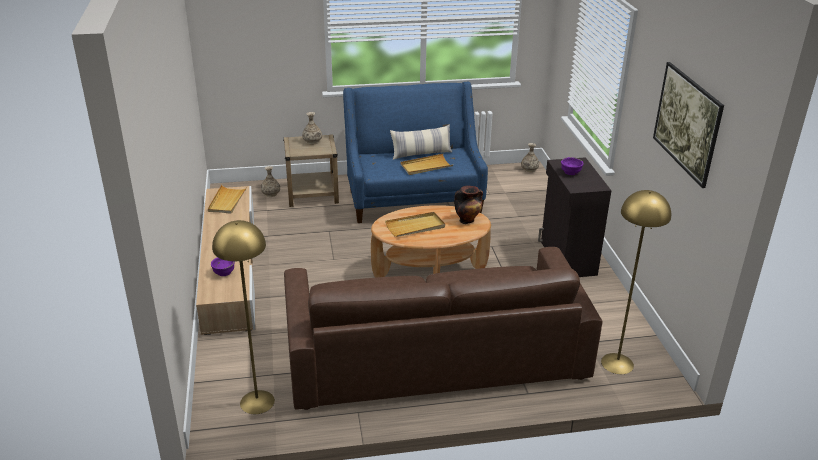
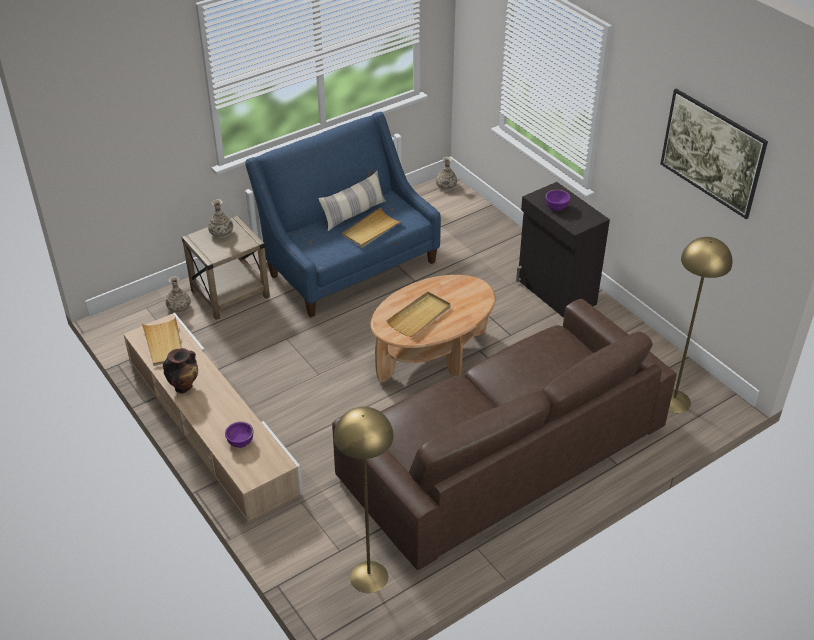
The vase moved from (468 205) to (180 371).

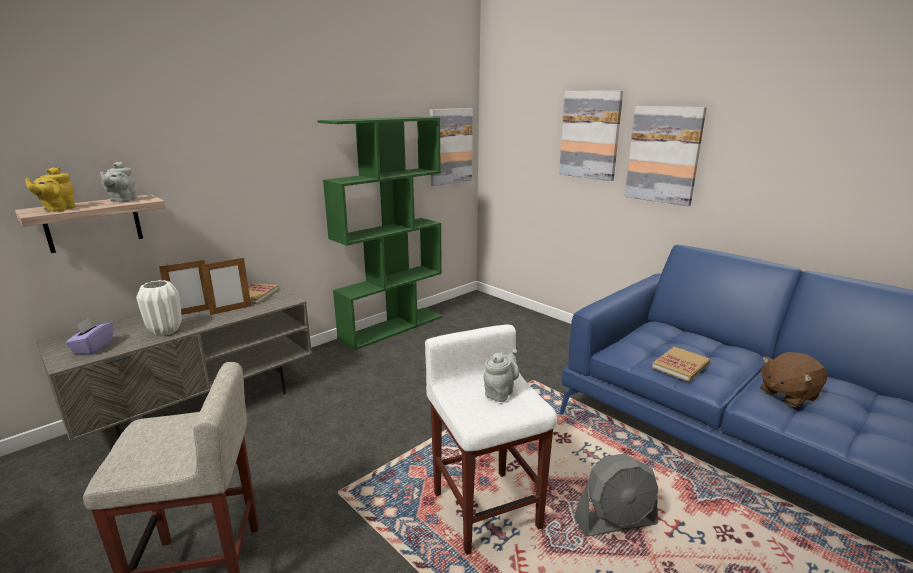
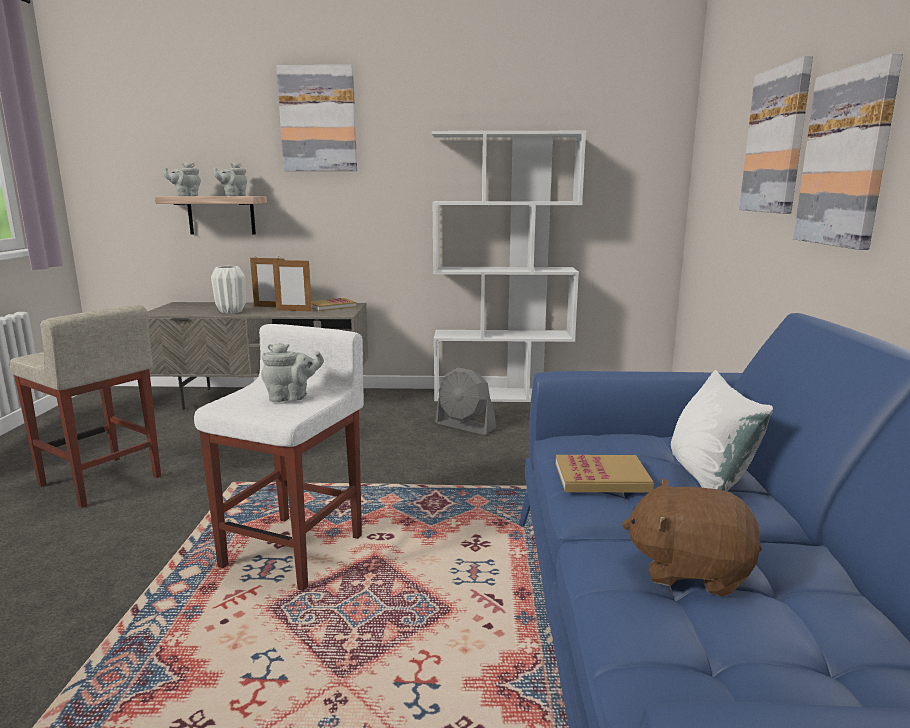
The yellow teapot at (50 189) became the grey teapot at (182 179).
The picture moved from (451 147) to (316 118).
The green bookcase at (379 233) became the white bookcase at (509 266).
The grey fan moved from (616 495) to (465 401).
The white pillow at (722 430) appeared.
The purple tissue box at (89 336) disappeared.

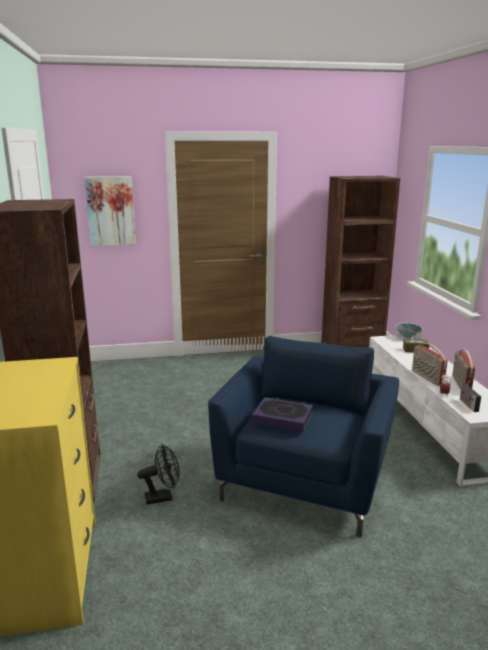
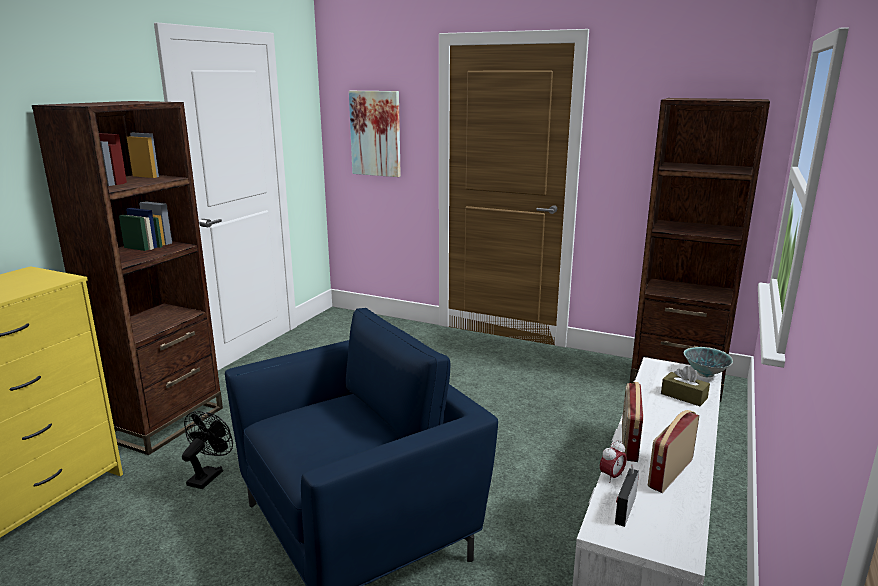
The black fan at (158 474) turned 90 degrees counterclockwise.
The book at (282 414) disappeared.

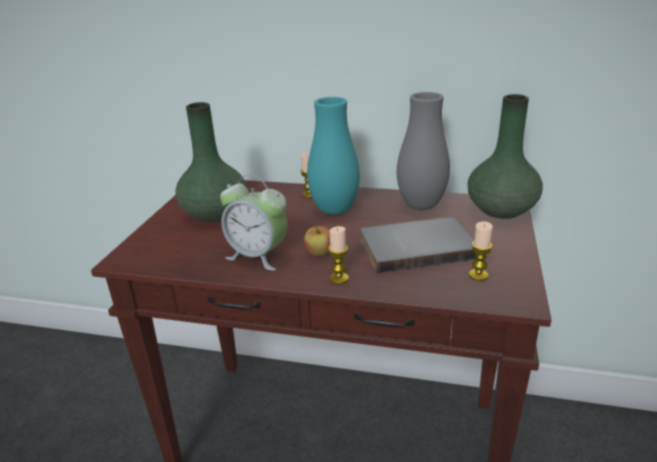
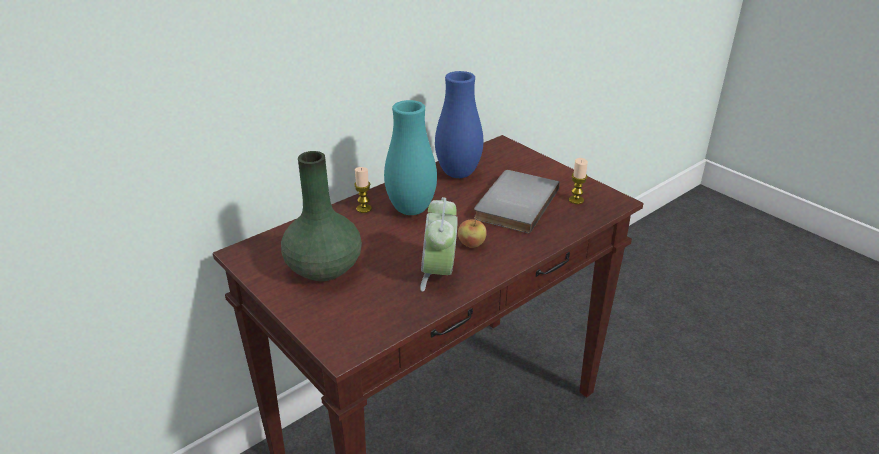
The alarm clock at (253 223) turned 120 degrees clockwise.
The grey vase at (423 151) became the blue vase at (459 124).
The candle at (338 255) disappeared.
The green vase at (505 156) disappeared.

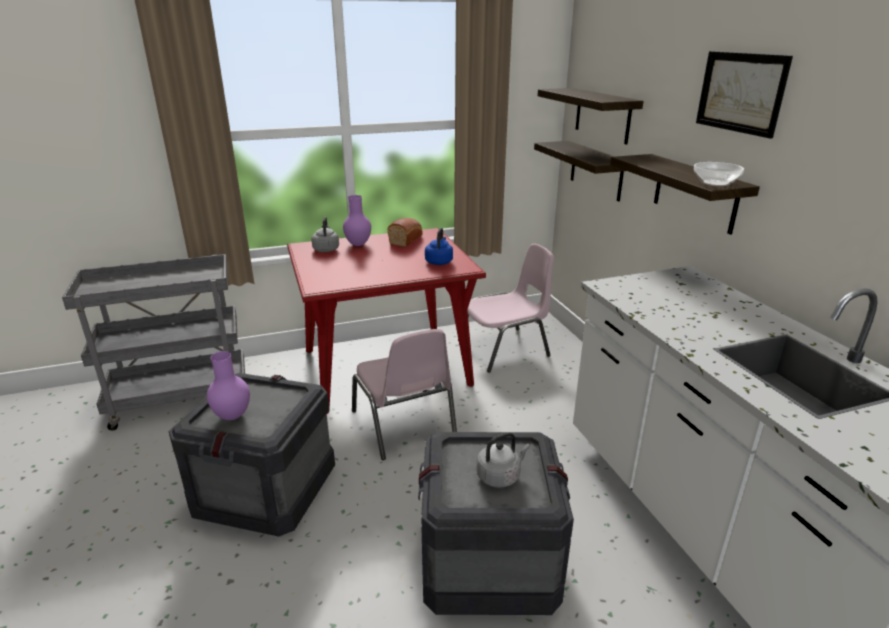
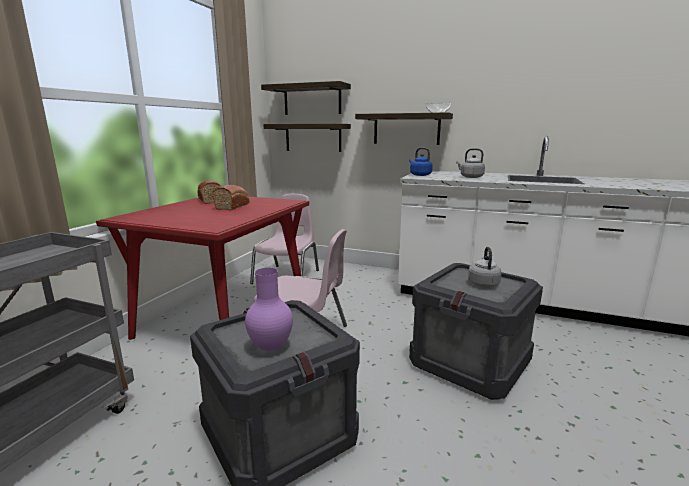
The bread at (231 197) appeared.
The blue kettle moved from (439 246) to (421 162).
The grey kettle moved from (325 234) to (470 163).
The purple vase at (357 220) disappeared.
The picture at (744 95) disappeared.

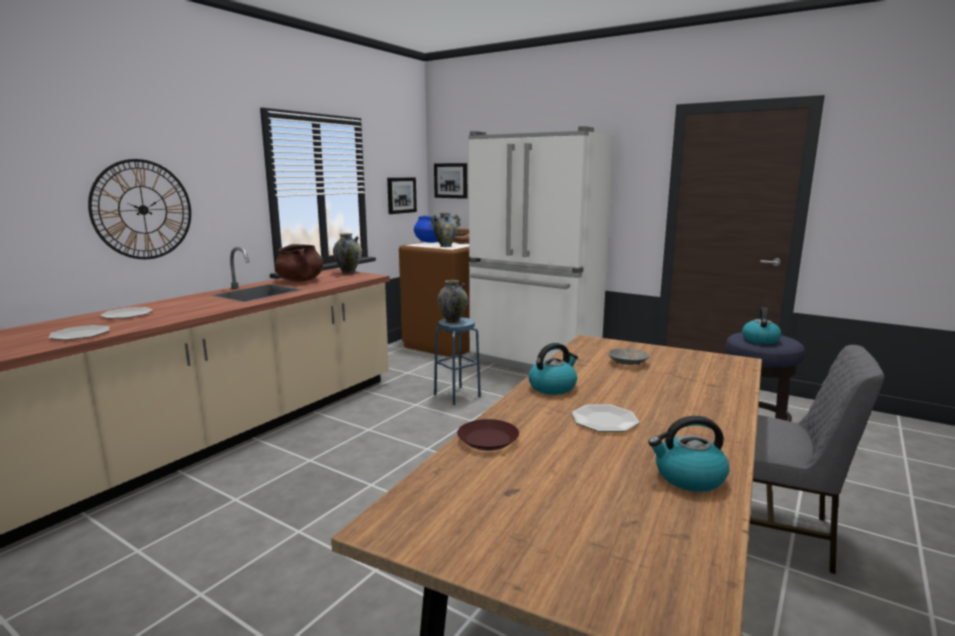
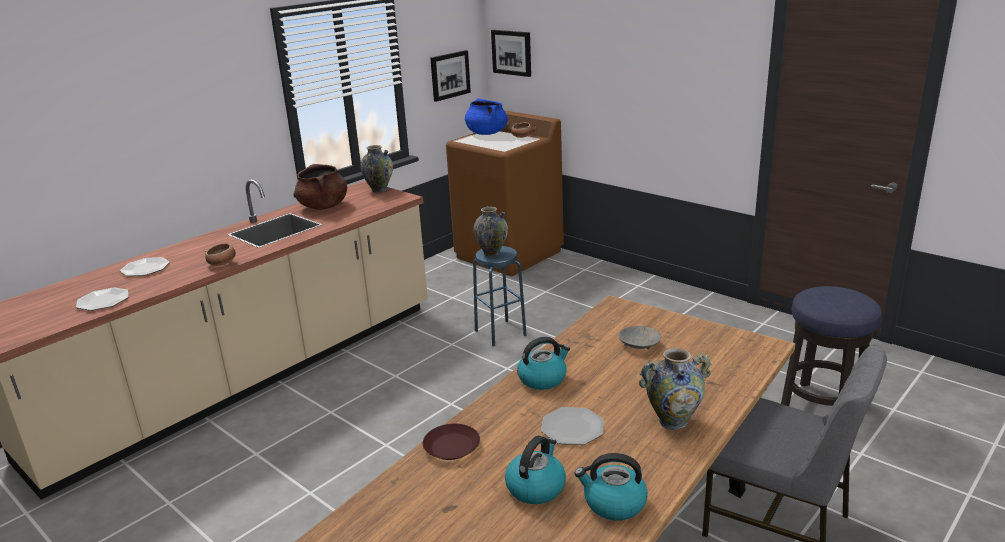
The bowl at (220 254) appeared.
The kettle moved from (761 325) to (535 470).
The vase moved from (445 229) to (675 389).
The wall clock at (139 209) disappeared.
The white fridge at (541 248) disappeared.

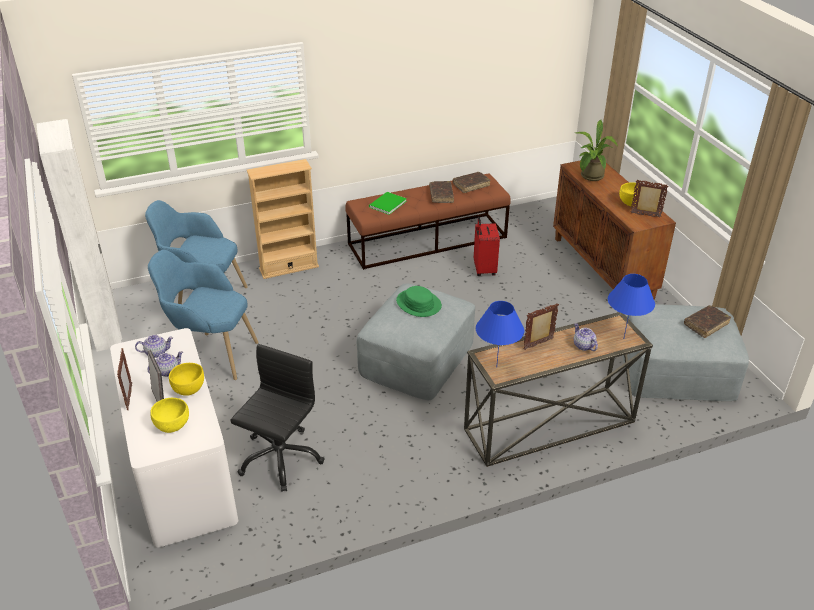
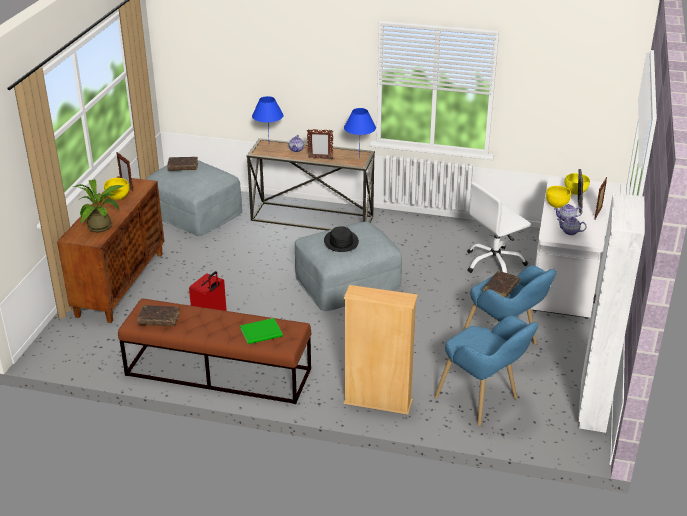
The green hat at (419 301) became the black hat at (341 239).
The black office chair at (277 418) became the white office chair at (499 227).
The brown book moved from (441 192) to (501 284).

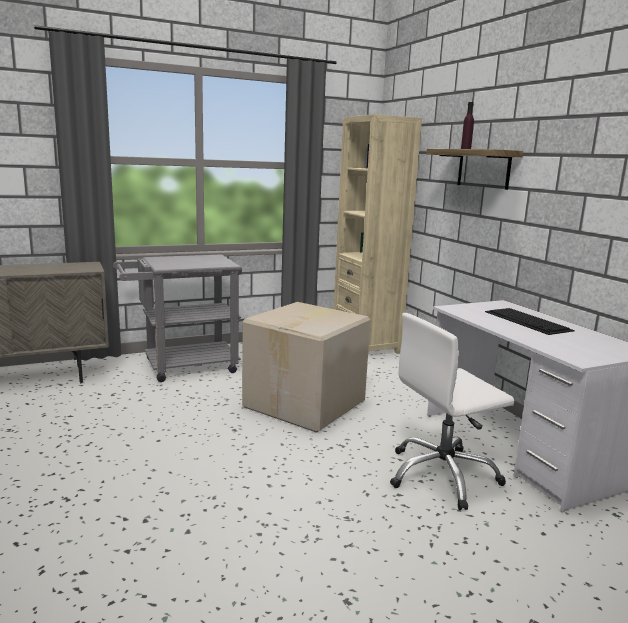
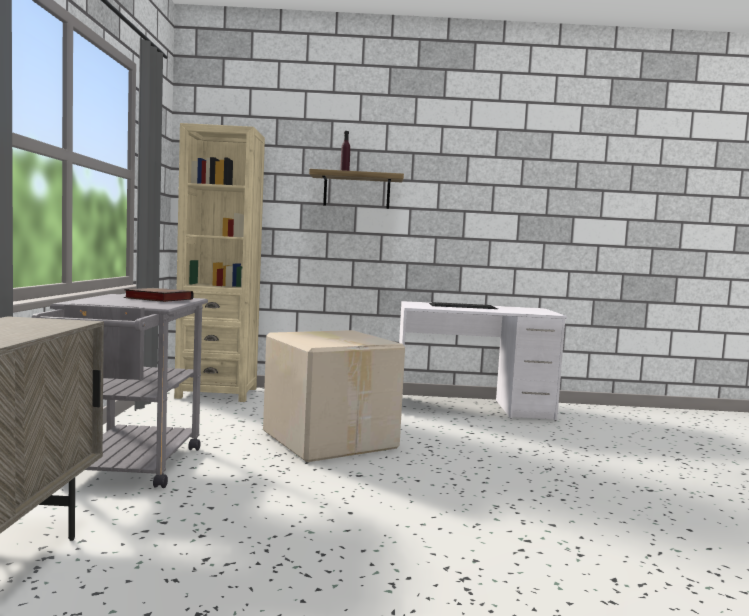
The book at (159 295) appeared.
The white office chair at (452 411) disappeared.

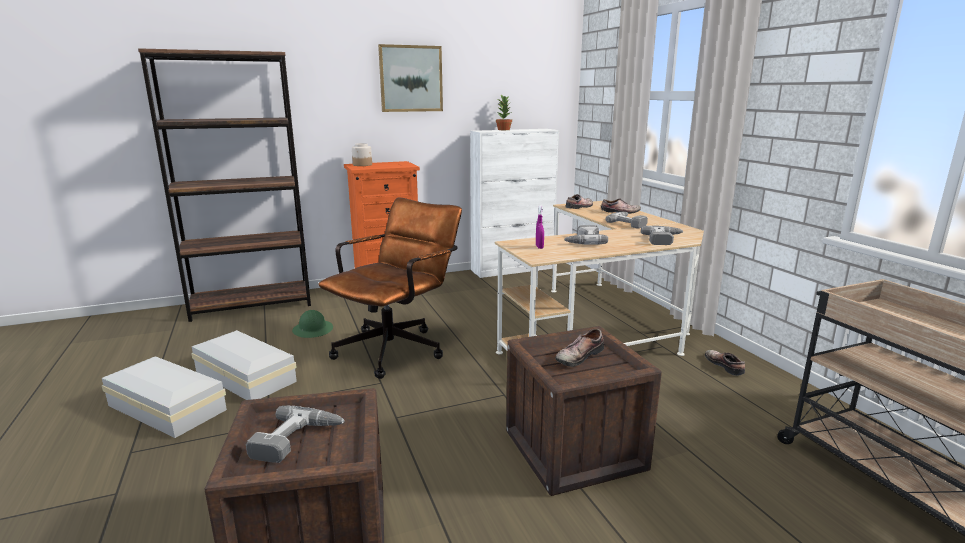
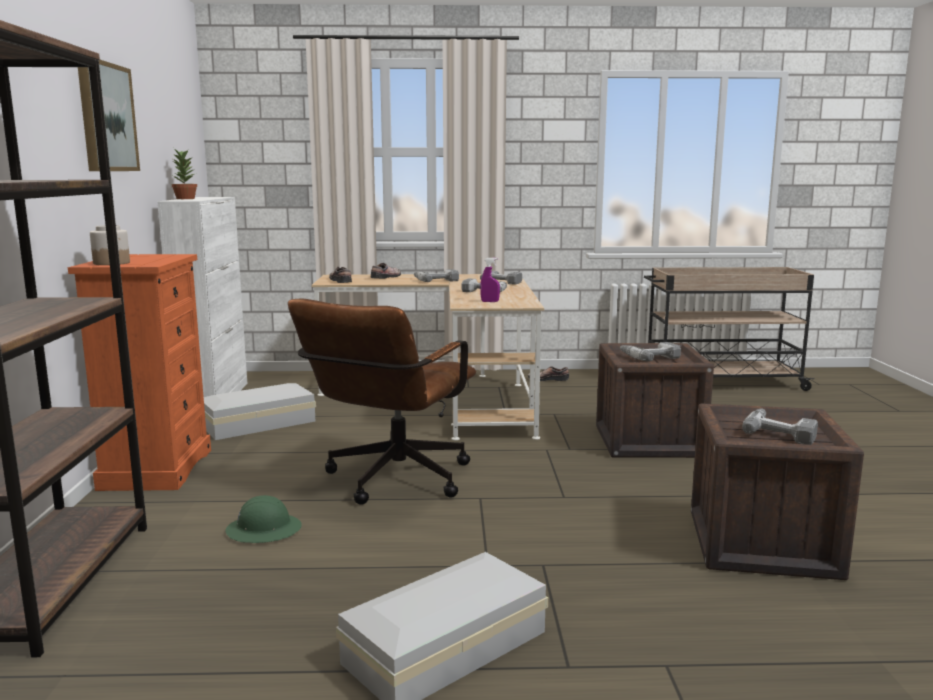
The white storage box moved from (244 365) to (260 411).
The brown office chair at (390 288) turned 120 degrees counterclockwise.
The shoe at (579 348) was replaced by the power drill at (650 351).

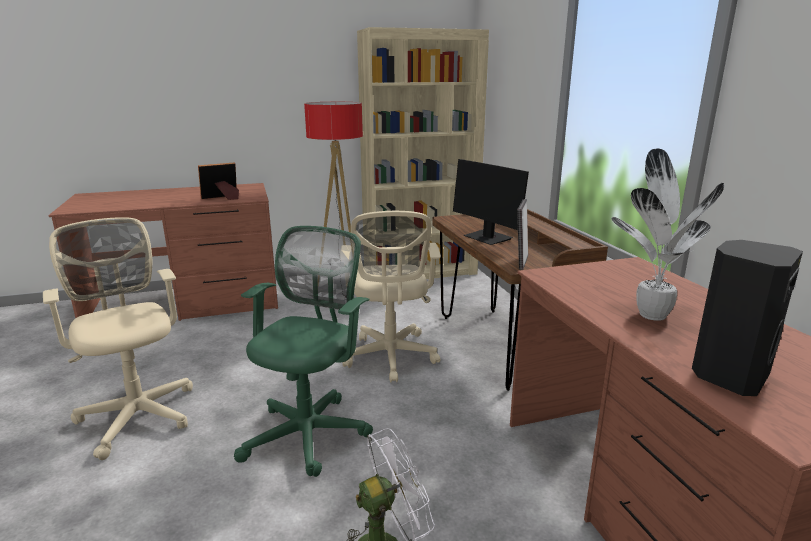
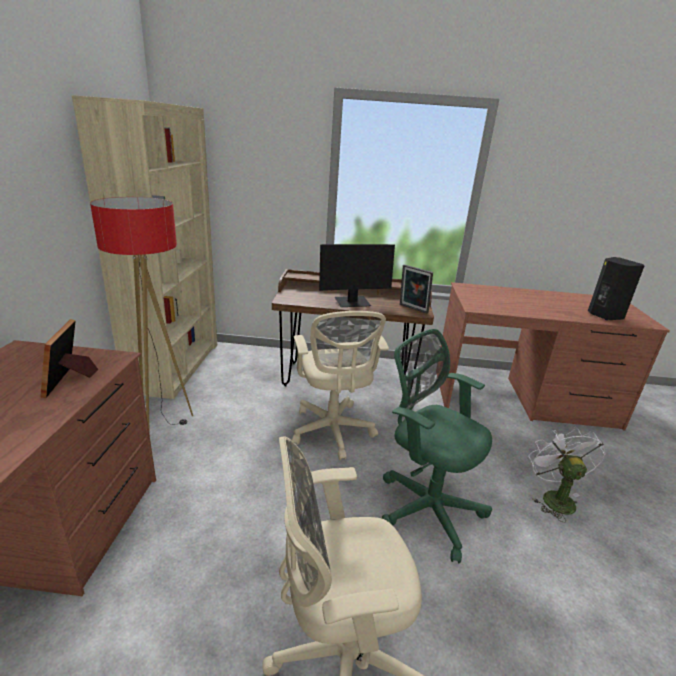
The beige office chair at (391 296) turned 60 degrees clockwise.
The potted plant at (668 234) disappeared.

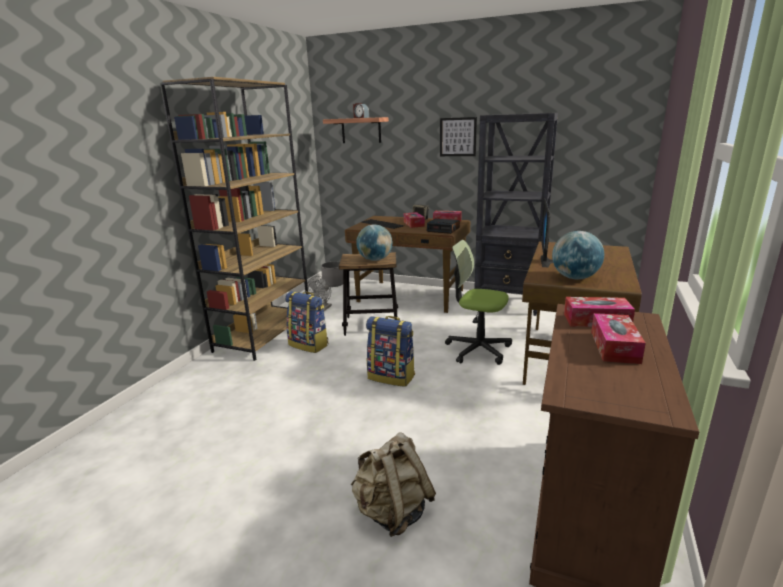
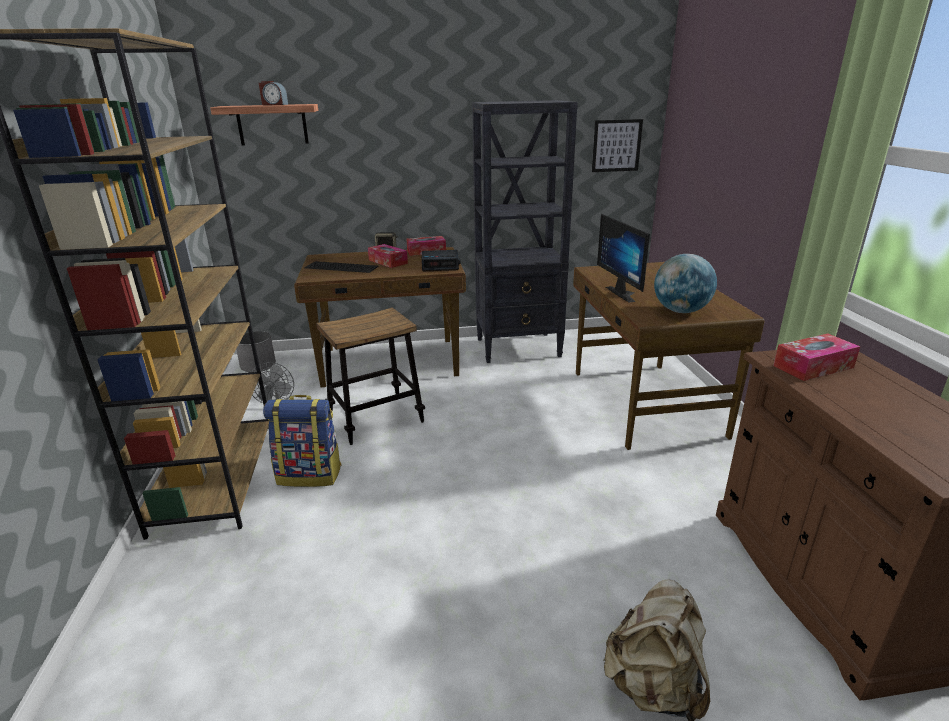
The picture moved from (458 136) to (617 145).
The globe at (374 242) disappeared.
The backpack at (390 351) disappeared.
The office chair at (478 302) disappeared.
The tissue box at (618 338) disappeared.

